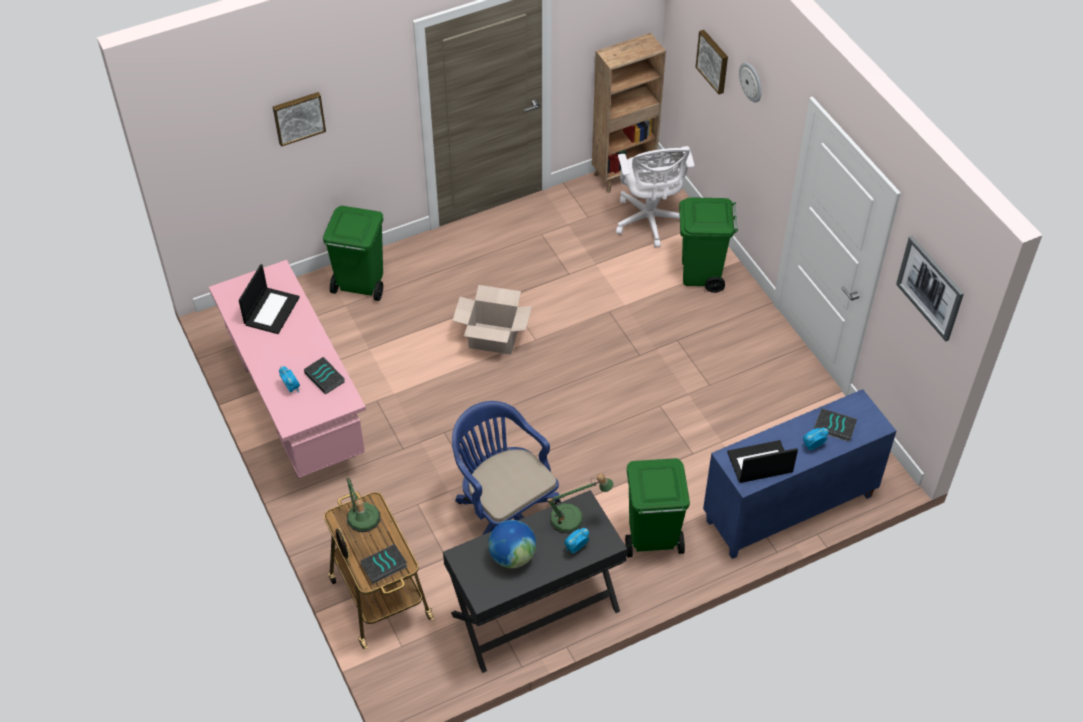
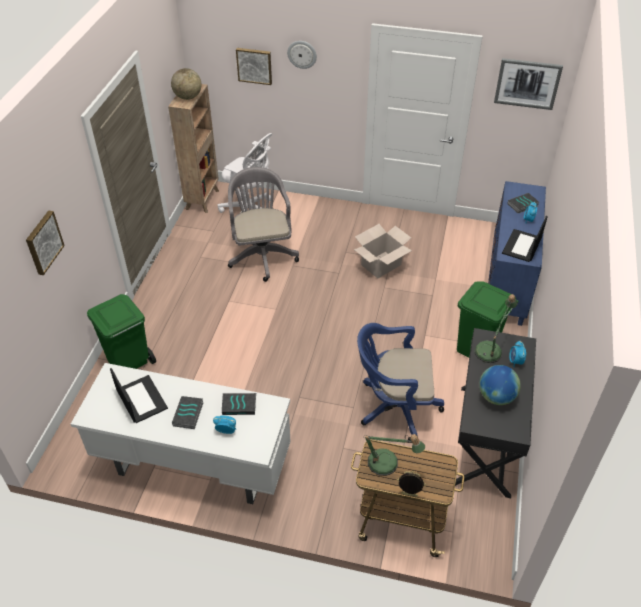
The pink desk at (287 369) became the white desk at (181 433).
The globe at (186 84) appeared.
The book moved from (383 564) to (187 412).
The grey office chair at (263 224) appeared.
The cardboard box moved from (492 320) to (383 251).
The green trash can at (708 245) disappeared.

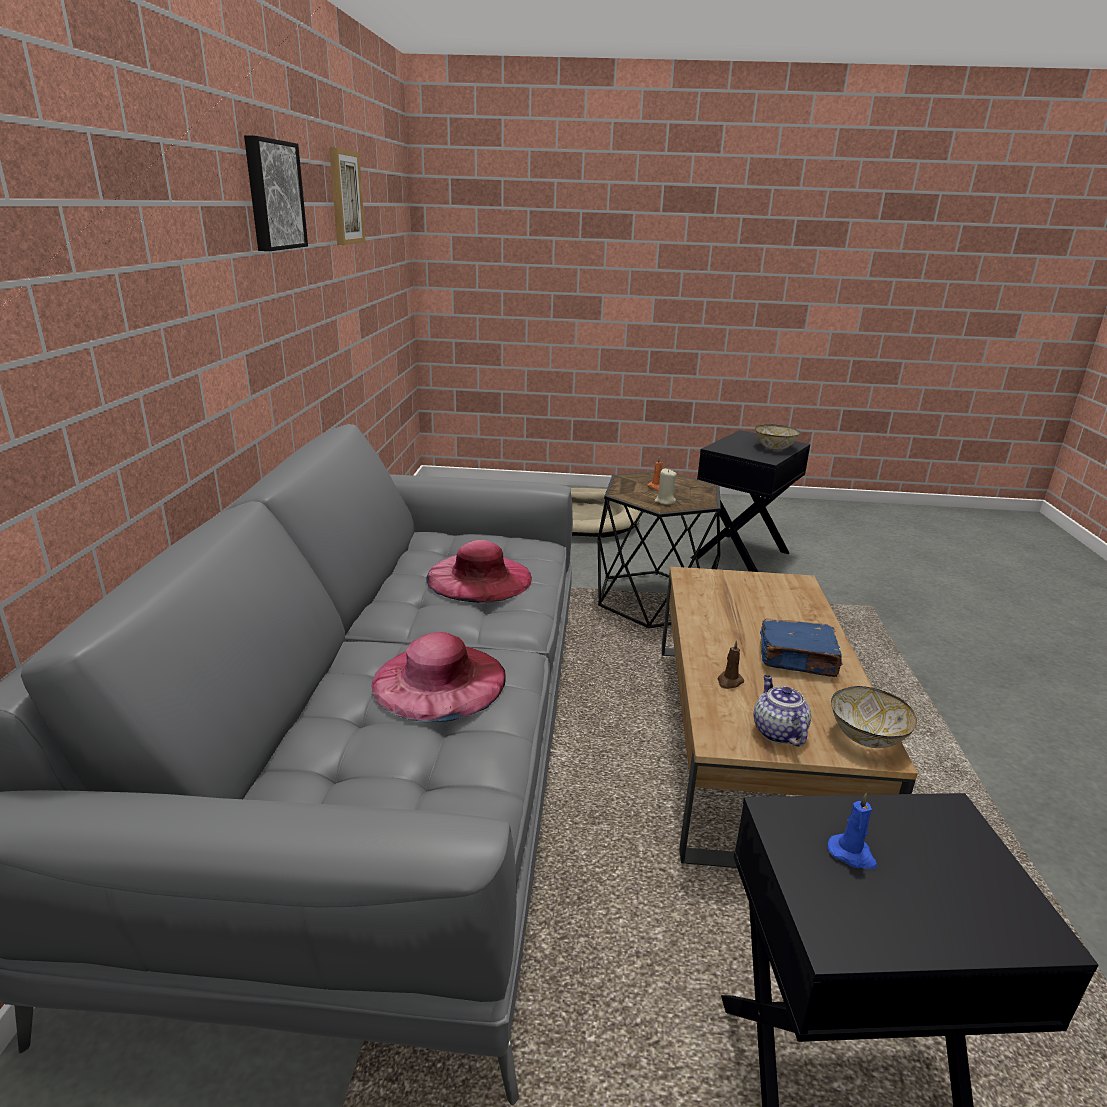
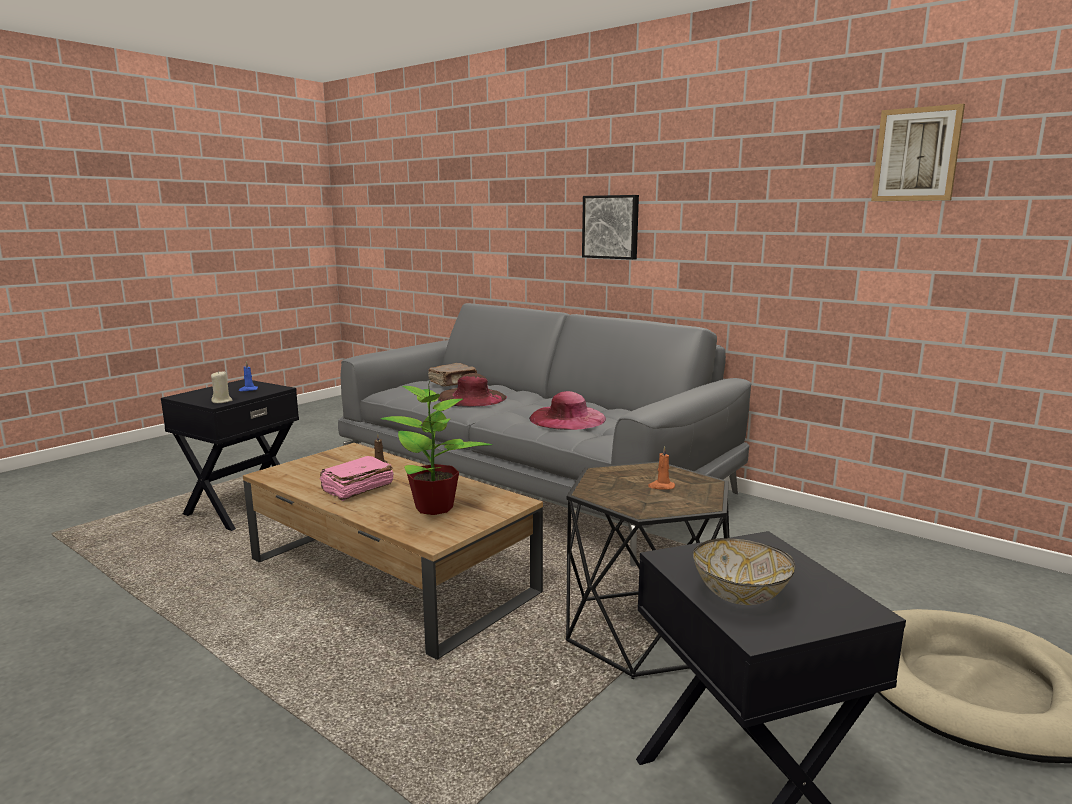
The beige candle moved from (665 487) to (221 386).
The blue book at (801 648) became the pink book at (356 478).
The potted plant at (436 447) appeared.
The brown book at (452 374) appeared.
The pink hat at (439 677) became the brown hat at (472 390).
The picture moved from (276 193) to (610 227).
The teapot at (782 710) disappeared.
The bowl at (874 717) disappeared.

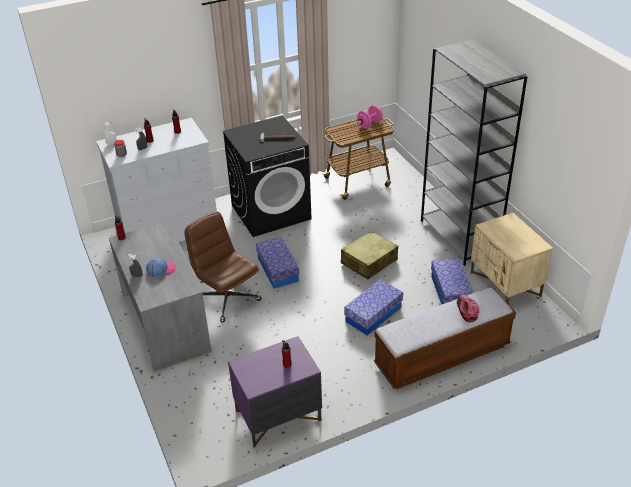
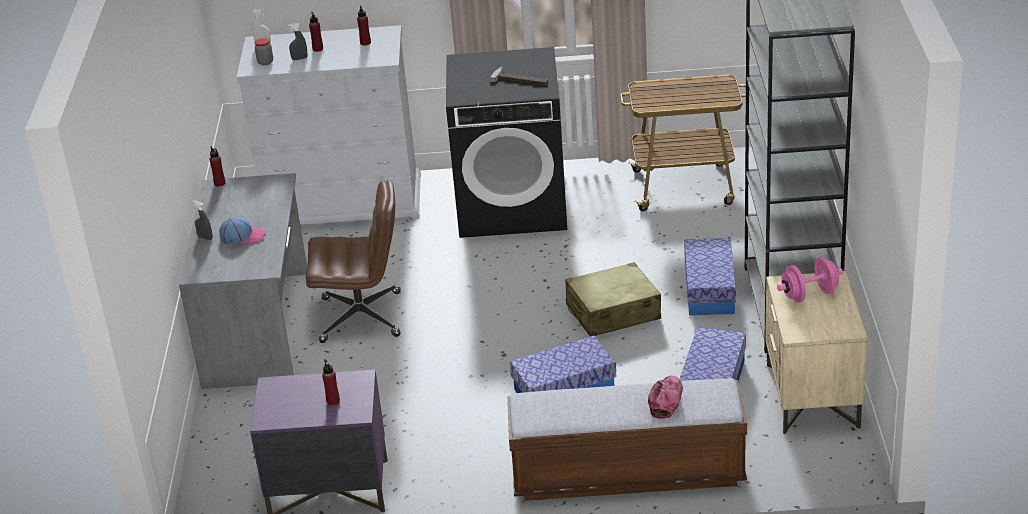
The brown office chair at (222 267) turned 105 degrees clockwise.
The storage box moved from (277 262) to (710 276).
The pink dumbbell moved from (370 116) to (810 279).

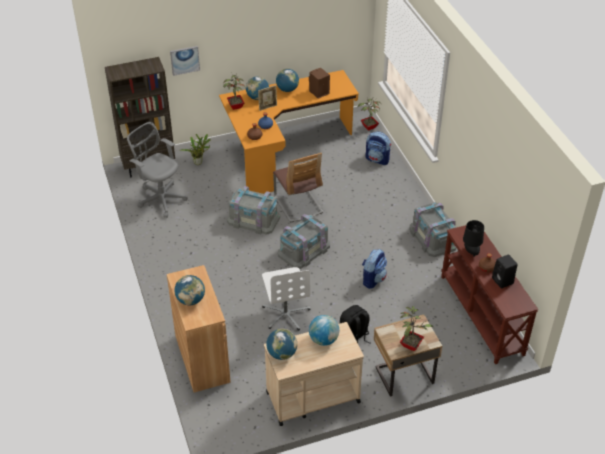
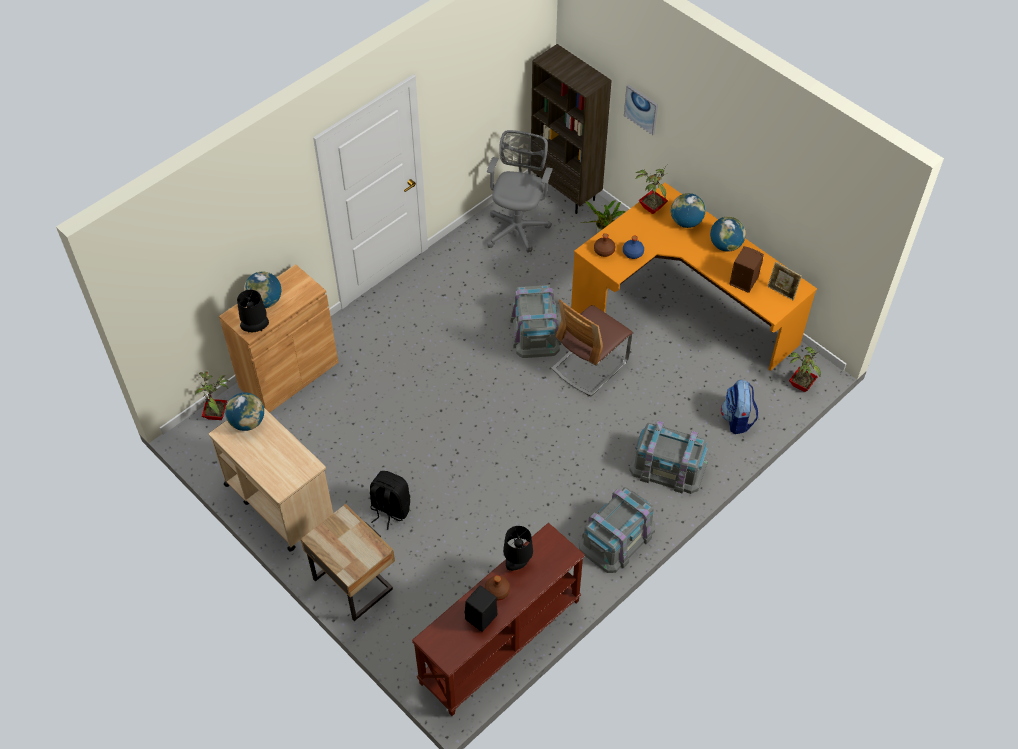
The potted plant moved from (416 328) to (212 395).
The black table lamp at (253 311) appeared.
The grey storage box moved from (304 241) to (668 457).
The picture frame moved from (267 98) to (785 281).
The white office chair at (286 299) disappeared.
The globe at (324 330) disappeared.
The backpack at (374 269) disappeared.

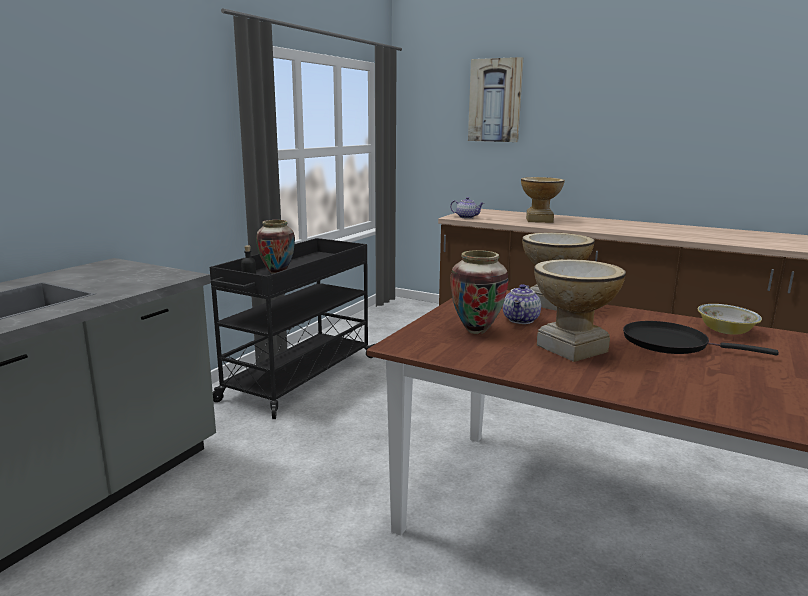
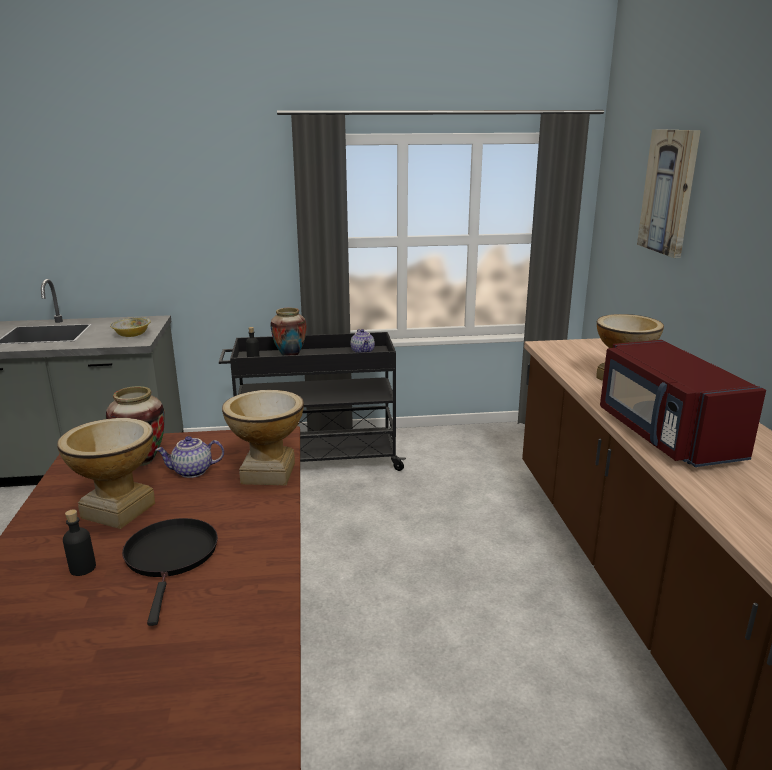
The black bottle at (79 542) appeared.
The bowl moved from (730 319) to (130 327).
The teapot moved from (467 208) to (363 341).
The red microwave at (683 403) appeared.

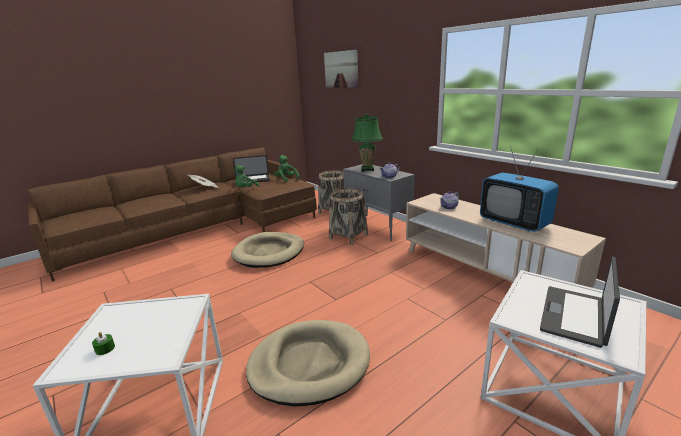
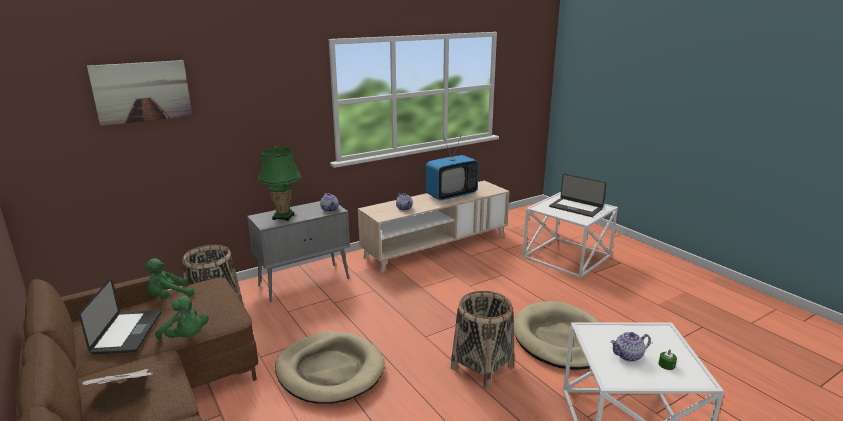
The basket moved from (348 216) to (483 340).
The teapot at (630 347) appeared.

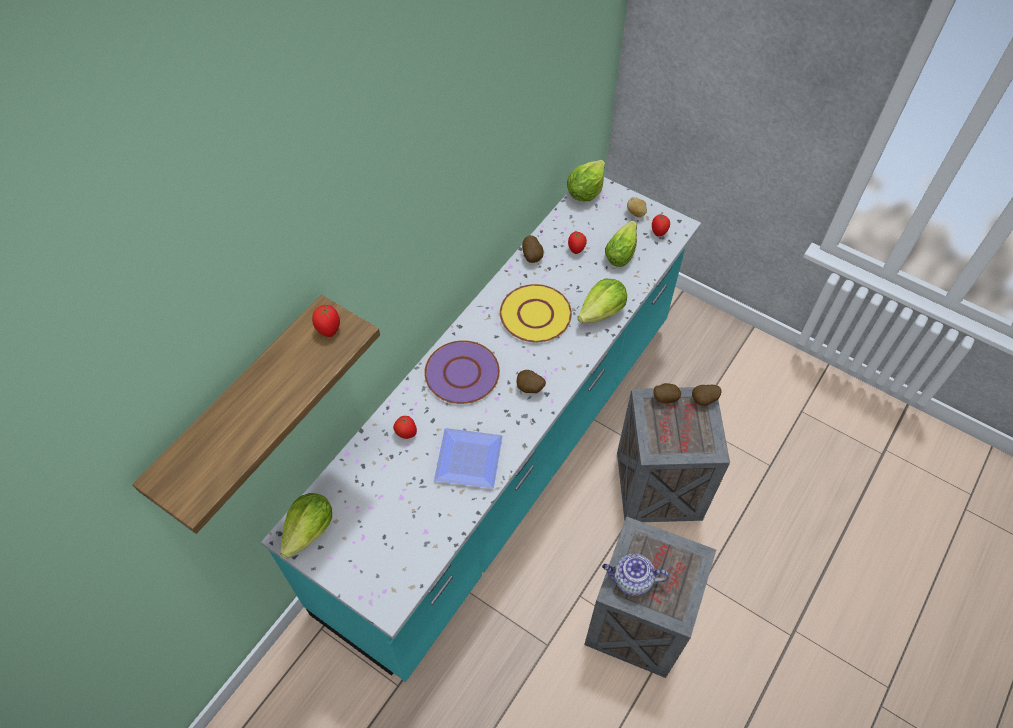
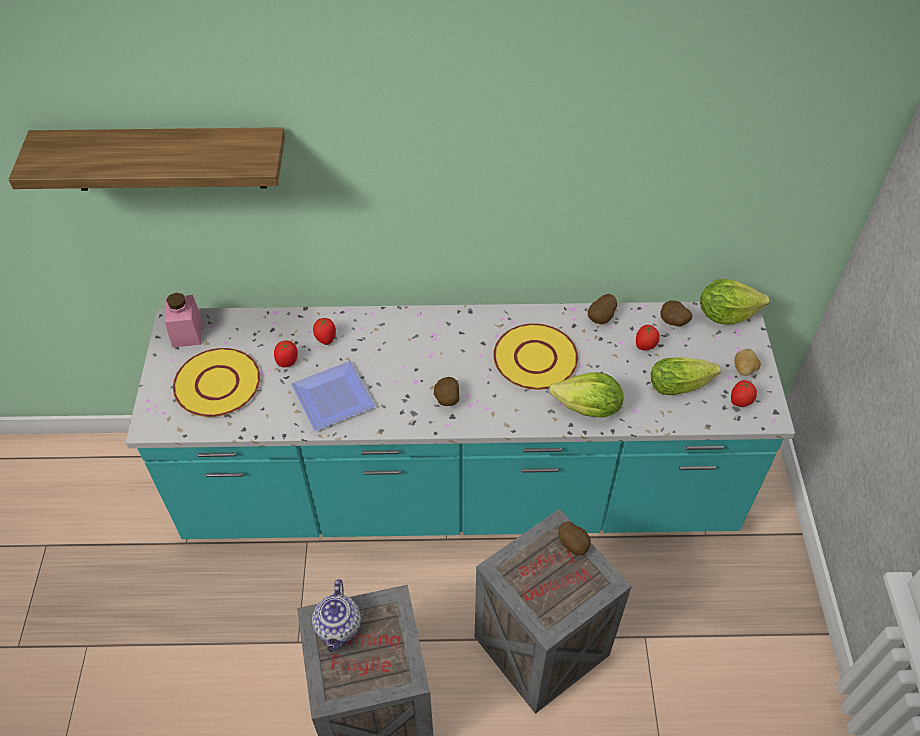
The lettuce at (306 526) was replaced by the pink jar at (183 320).
The yellow plate at (216 382) appeared.
The tomato moved from (326 321) to (286 353).
The teapot at (635 575) turned 150 degrees counterclockwise.
The potato moved from (707 395) to (676 313).
The purple plate at (462 372) disappeared.

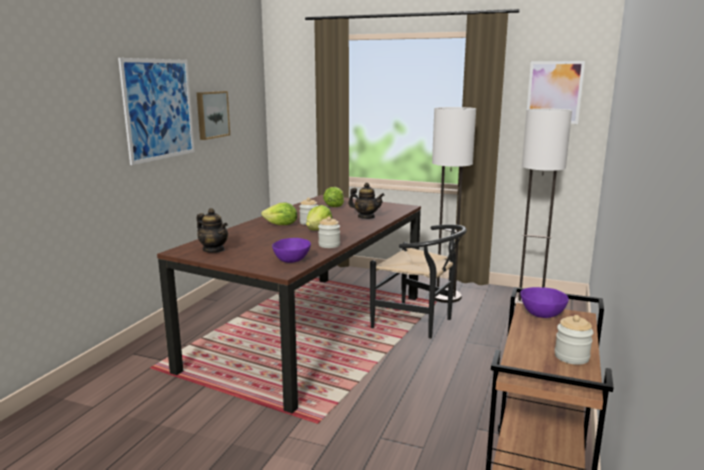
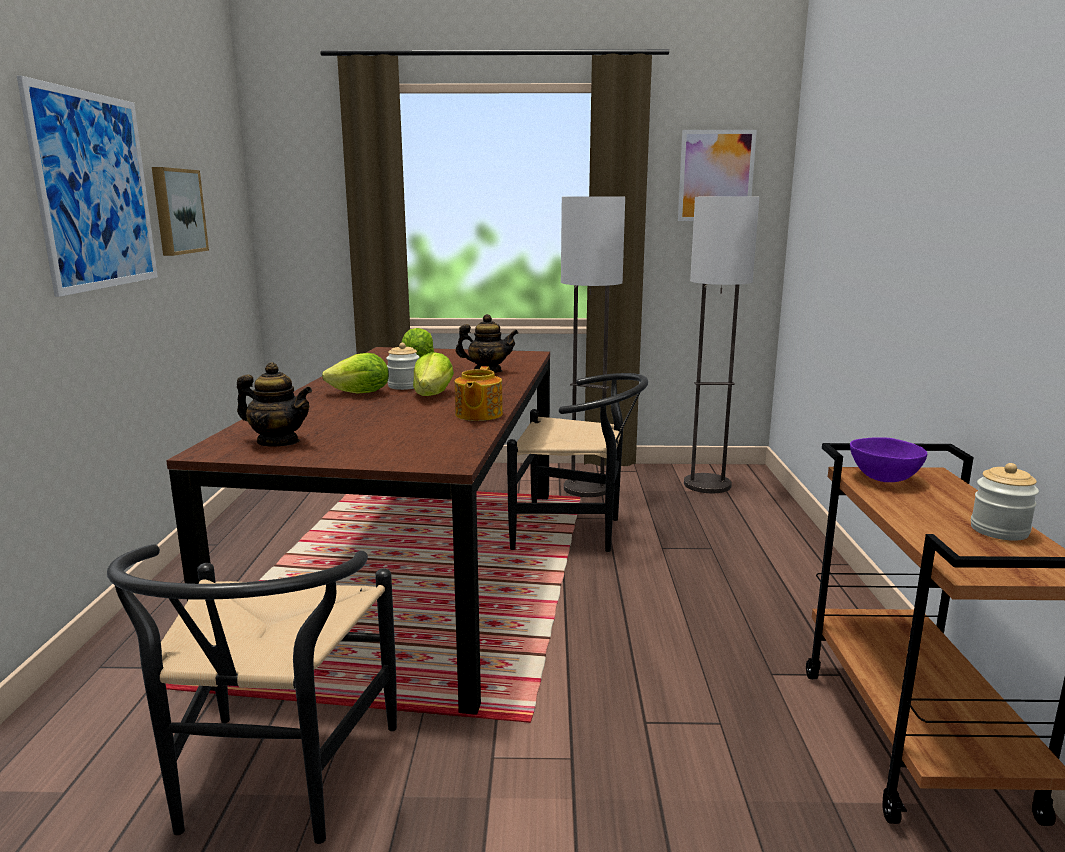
The black chair at (252 694) appeared.
The jar at (329 232) was replaced by the teapot at (479 393).
The purple bowl at (291 250) disappeared.

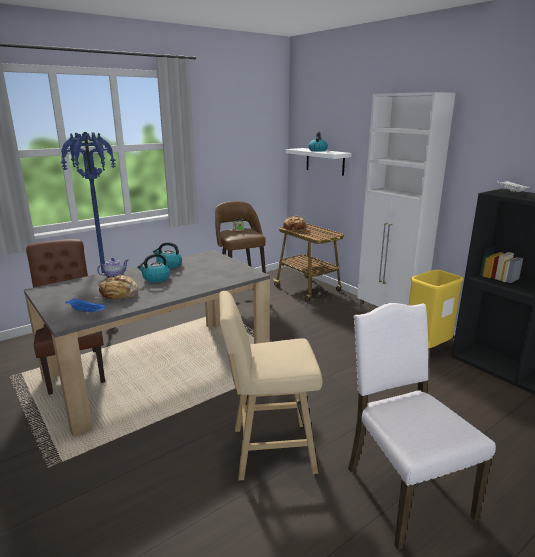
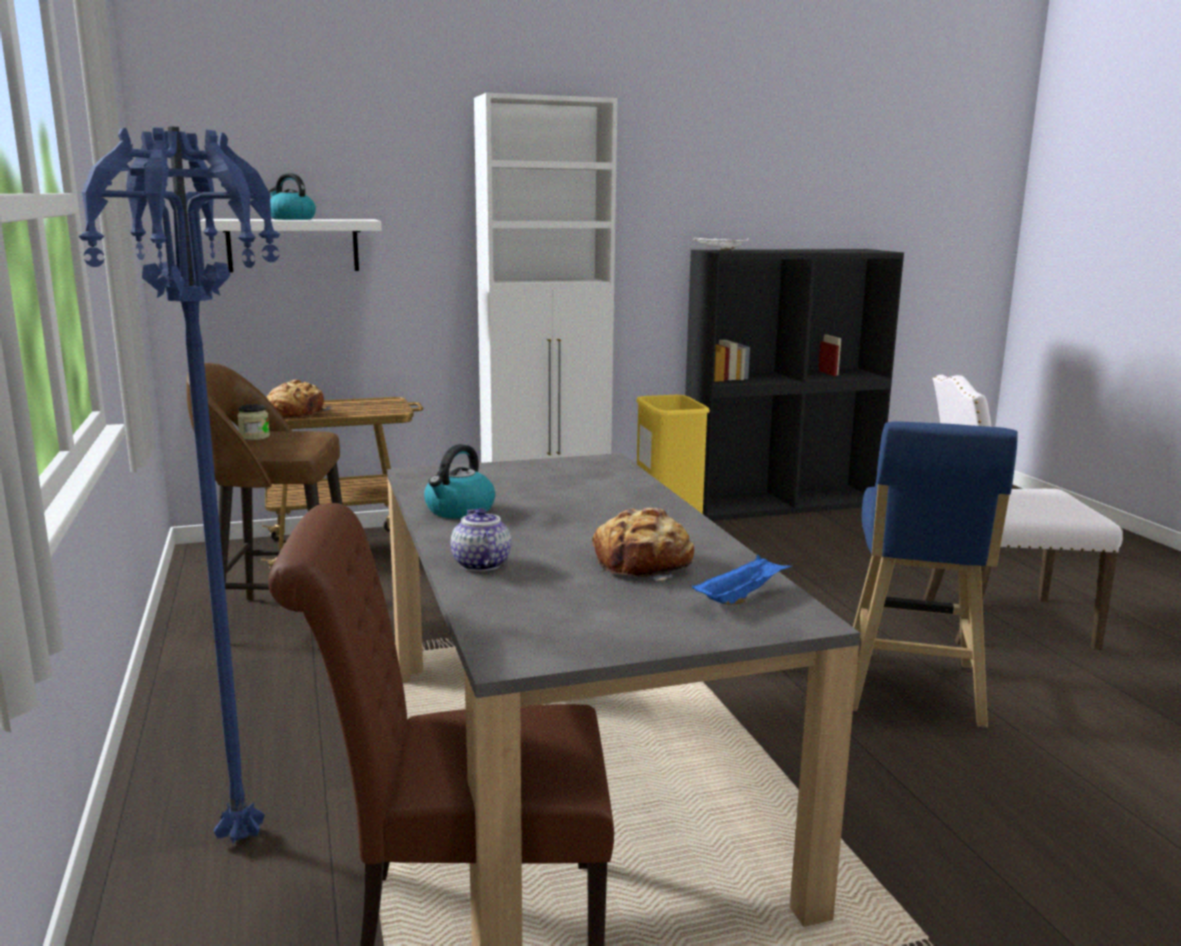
The beige stool at (270 385) became the blue stool at (935 574).
The kettle at (153 267) disappeared.

